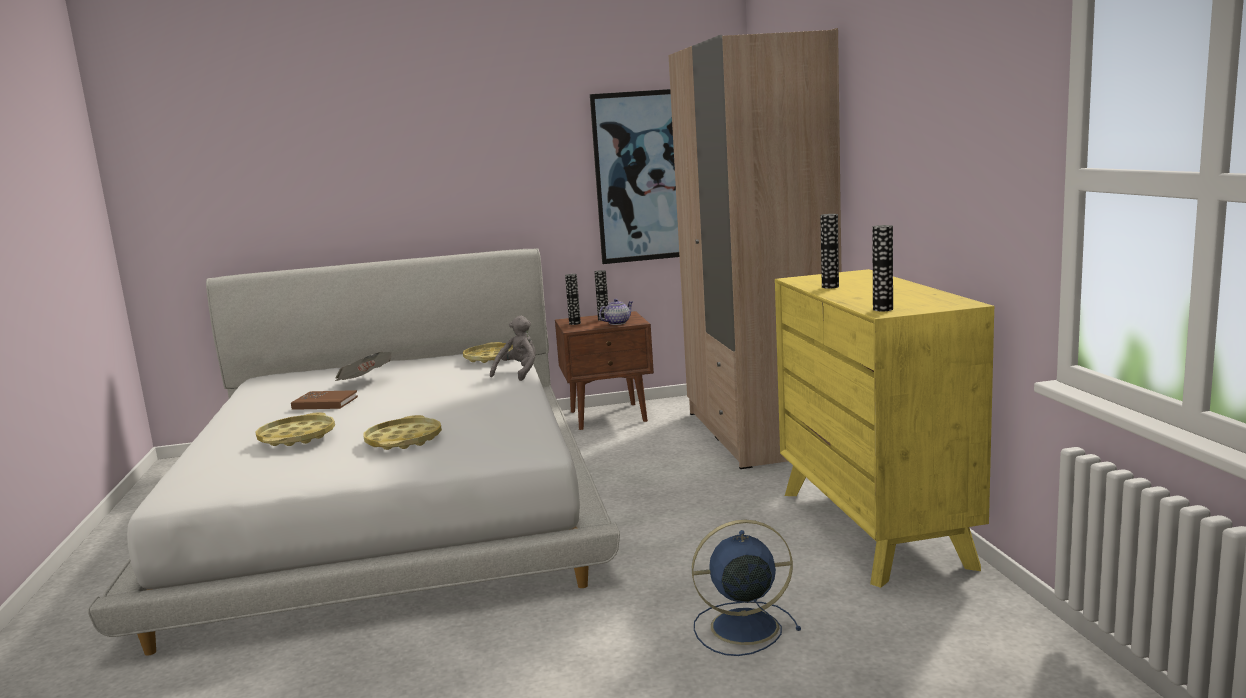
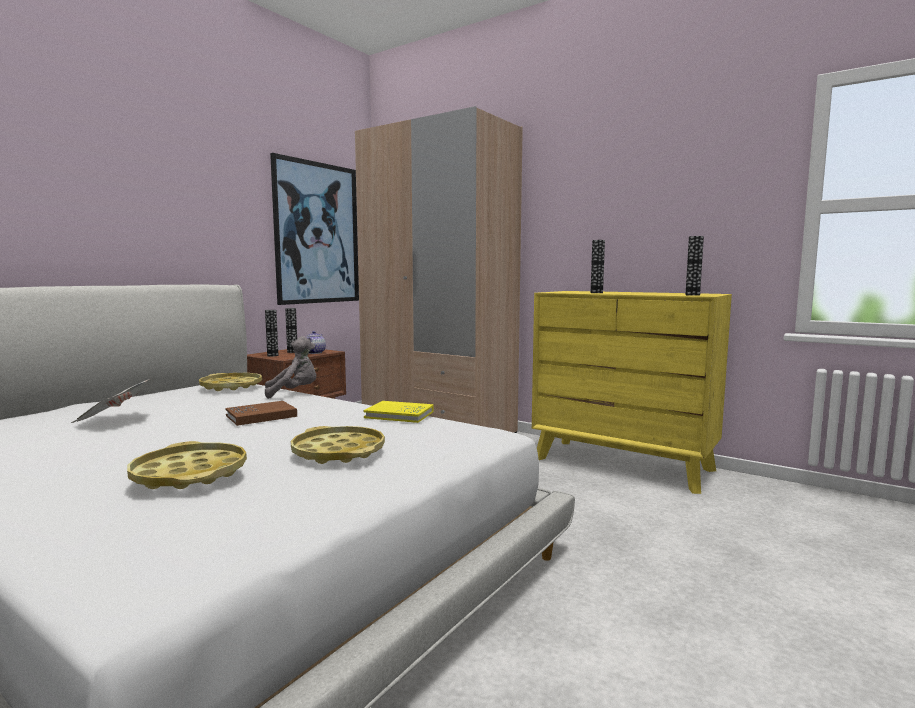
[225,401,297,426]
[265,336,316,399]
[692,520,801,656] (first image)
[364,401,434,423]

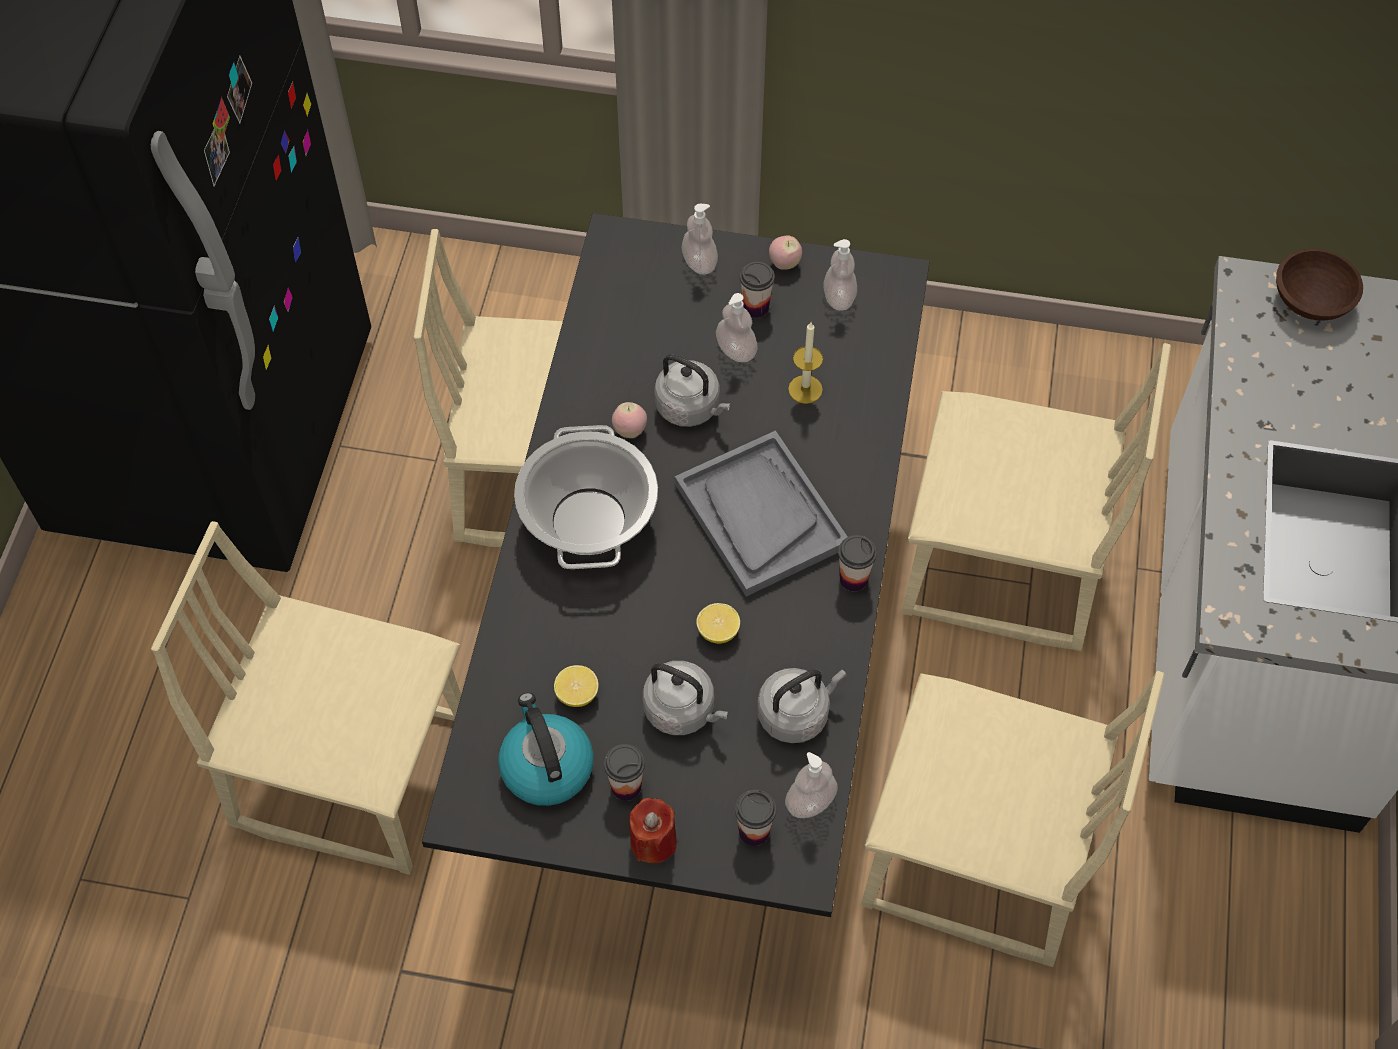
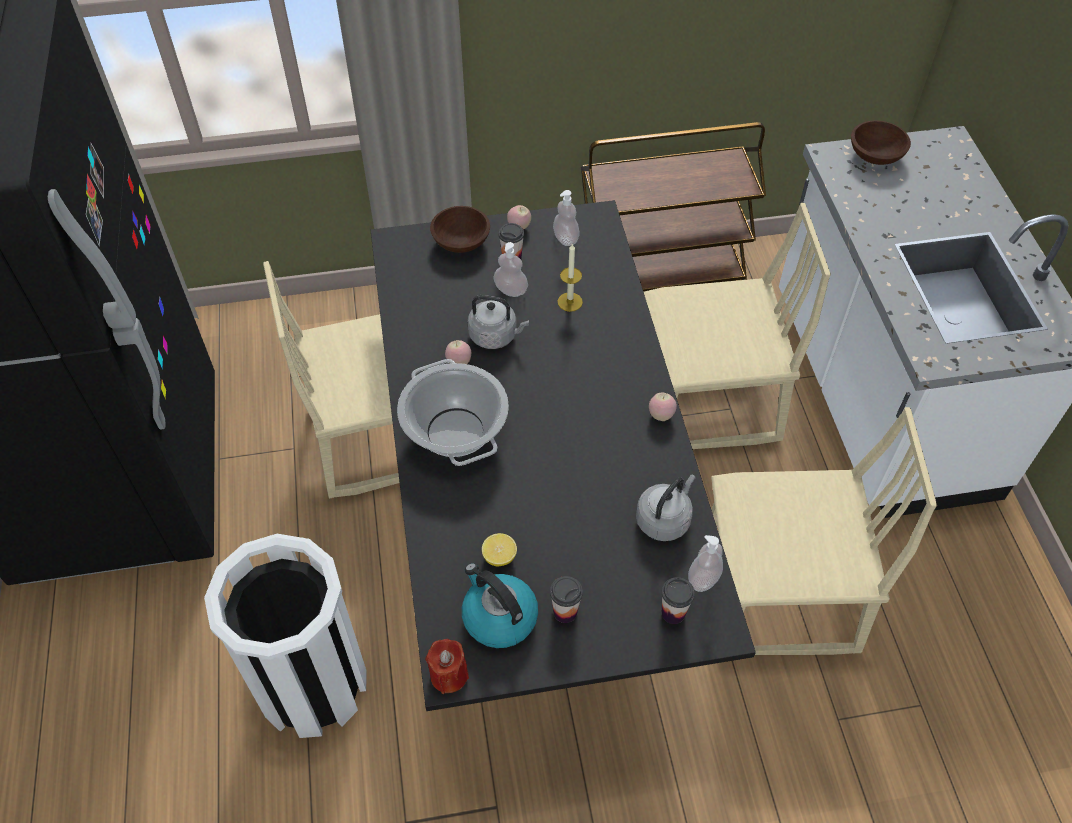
[204,534,367,738]
[425,639,469,694]
[643,661,728,735] (first image)
[675,430,847,597] (first image)
[430,206,490,253]
[696,603,740,644] (first image)
[649,393,677,421]
[581,122,766,292]

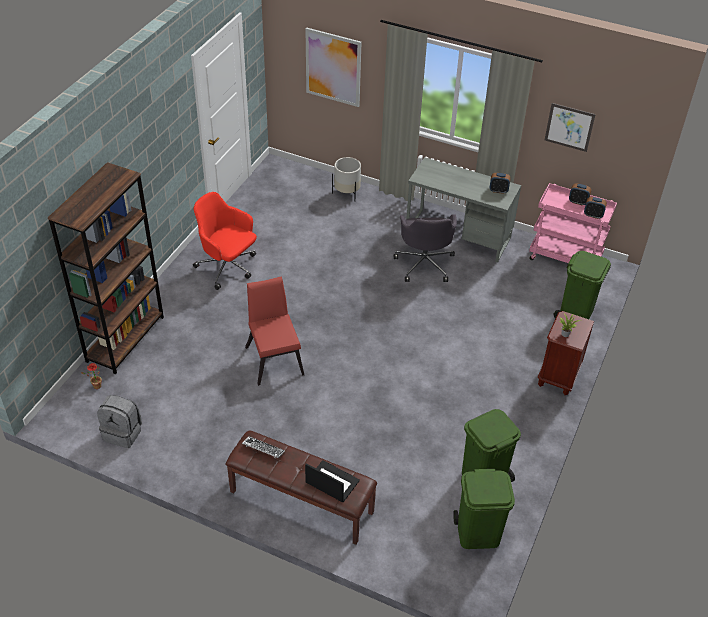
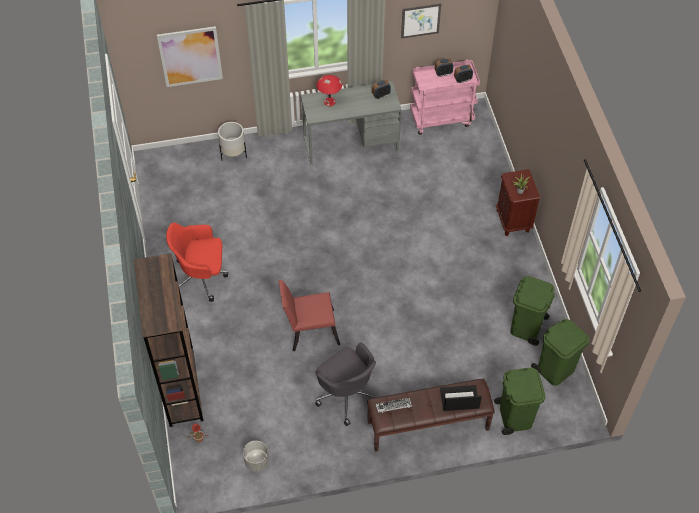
[243,441,269,471]
[278,280,340,351]
[315,343,377,426]
[494,368,546,435]
[316,75,342,106]

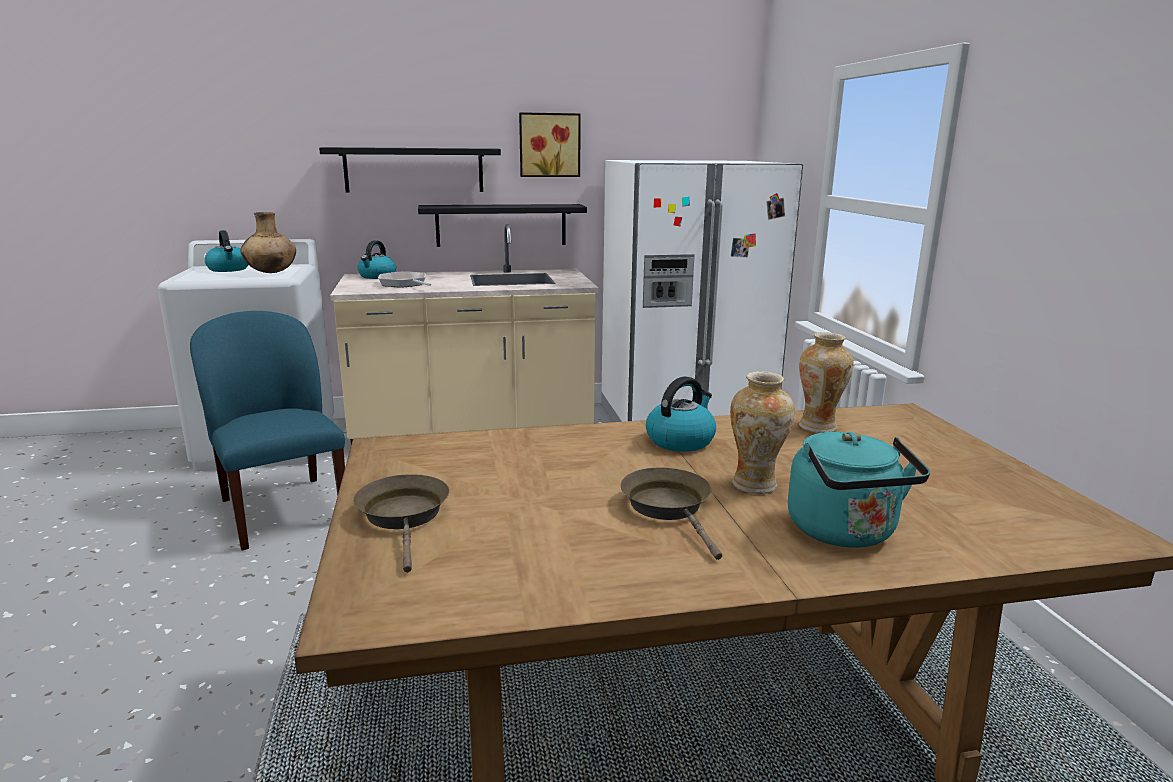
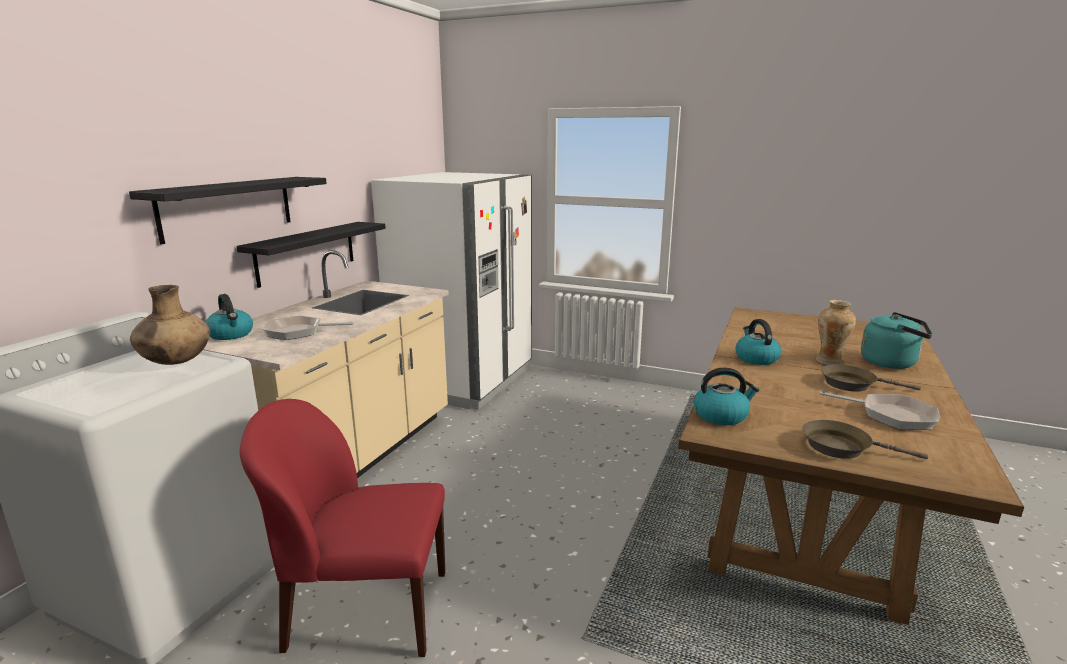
[240,399,445,657]
[694,367,759,425]
[519,112,581,177] (first image)
[799,332,853,433] (first image)
[820,392,940,430]

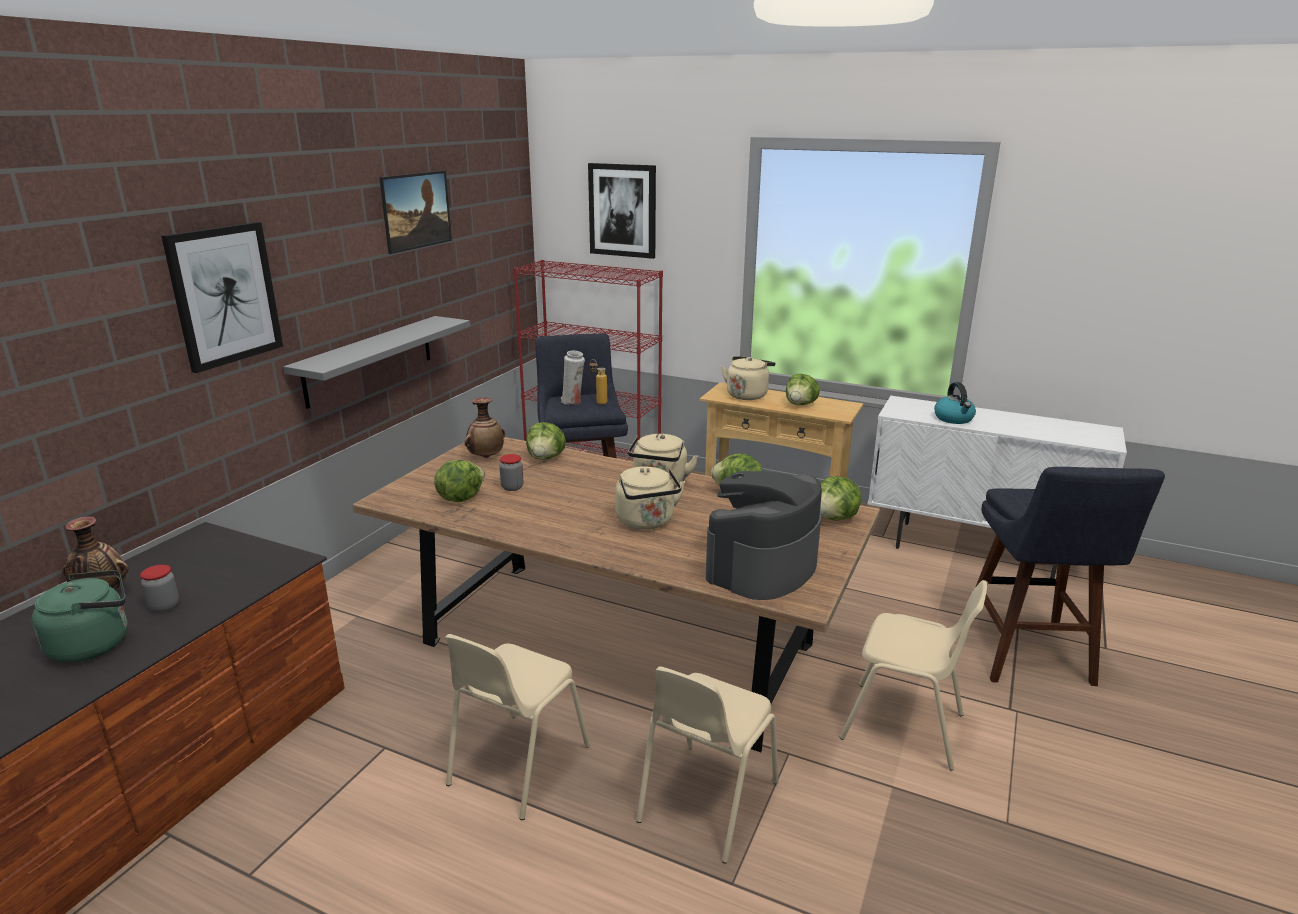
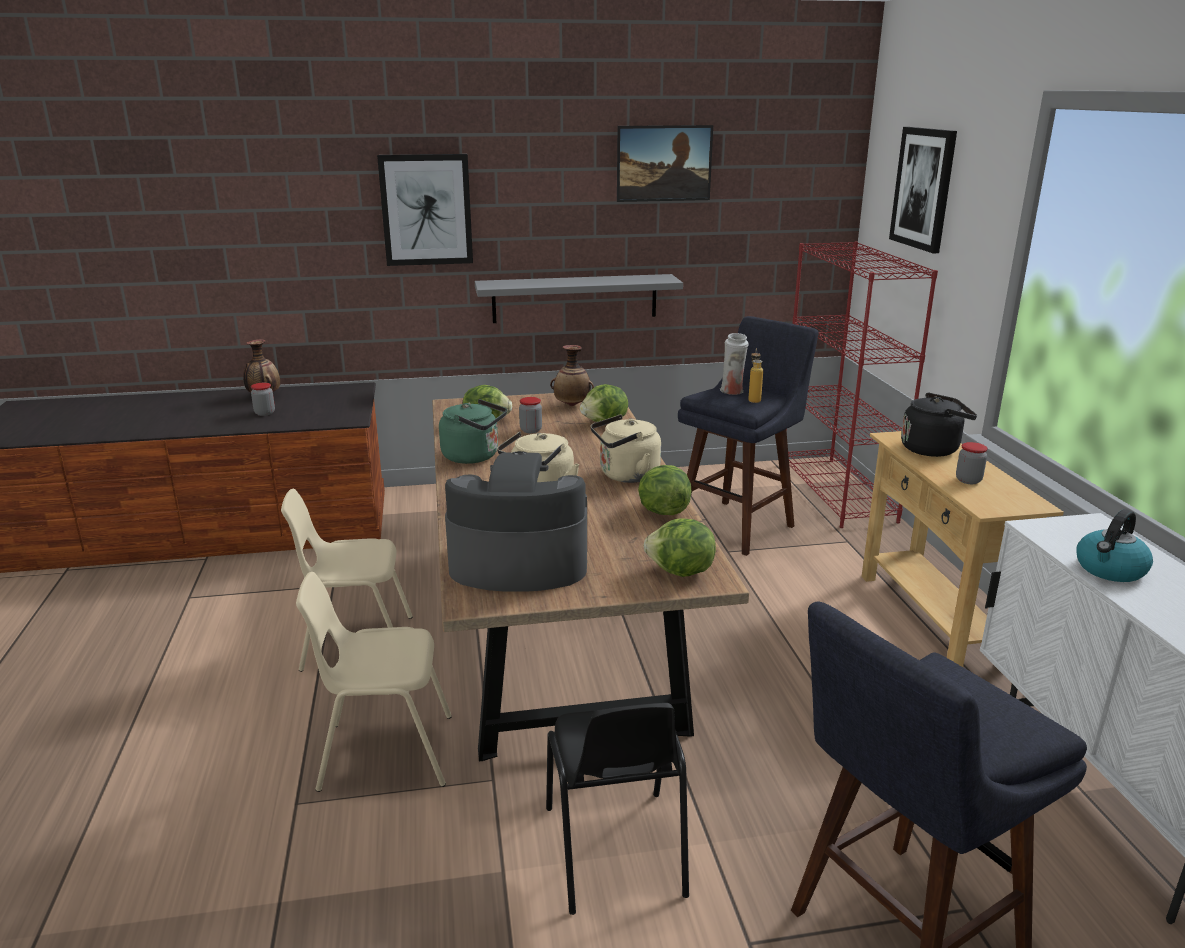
[439,399,507,464]
[901,393,977,457]
[956,442,988,484]
[546,703,689,915]

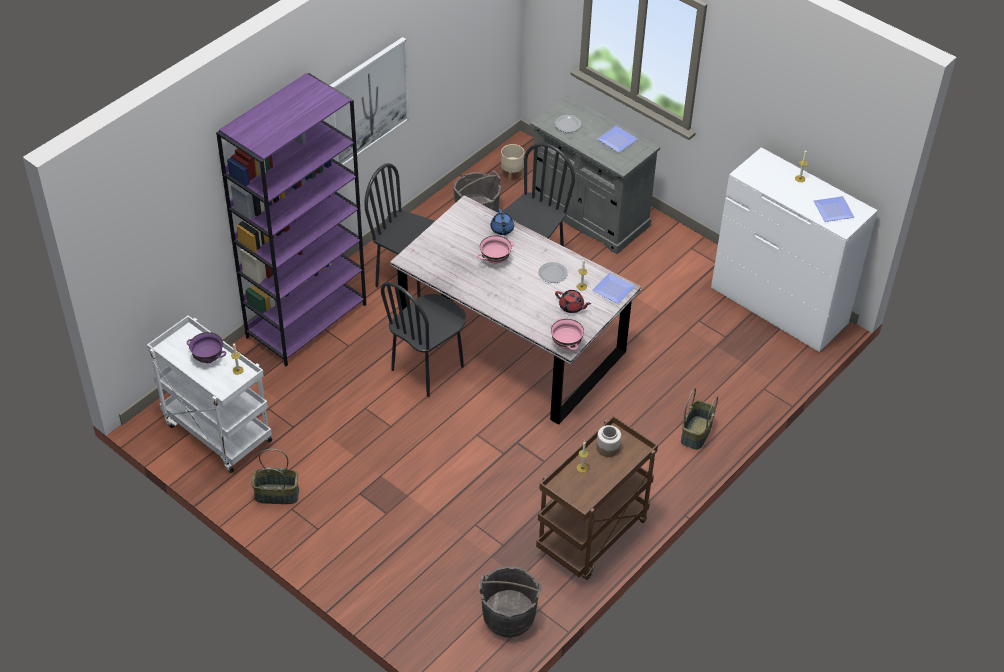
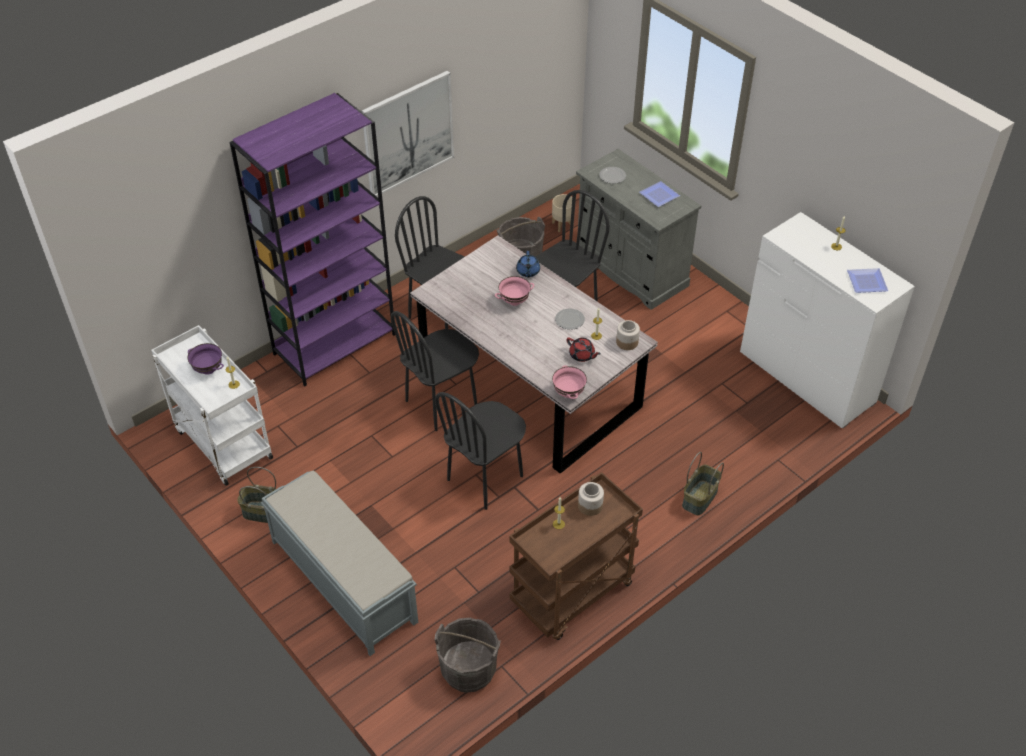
[616,320,640,350]
[261,471,418,656]
[435,392,526,510]

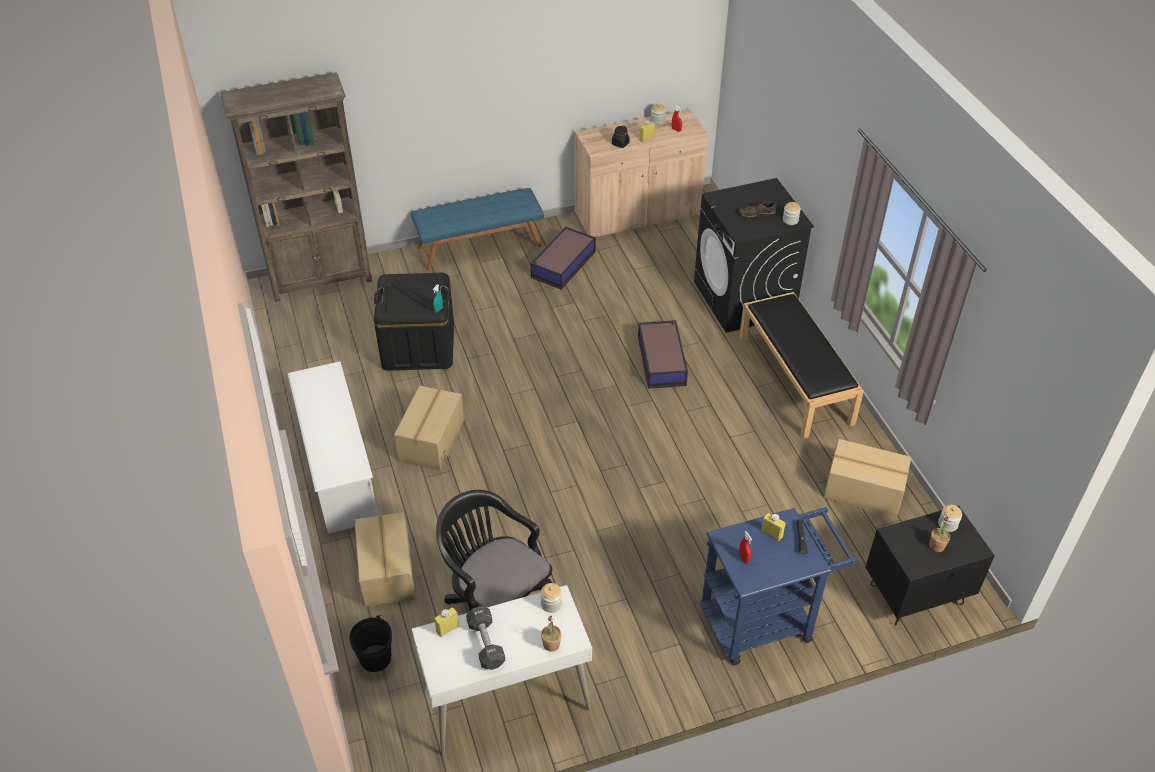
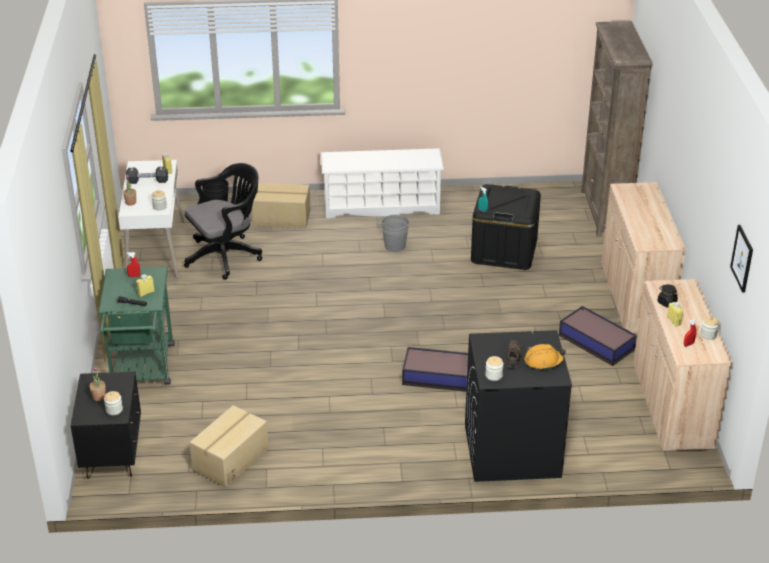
[381,215,409,252]
[601,182,686,333]
[98,267,174,385]
[739,292,864,439] (first image)
[524,344,566,371]
[730,225,753,293]

